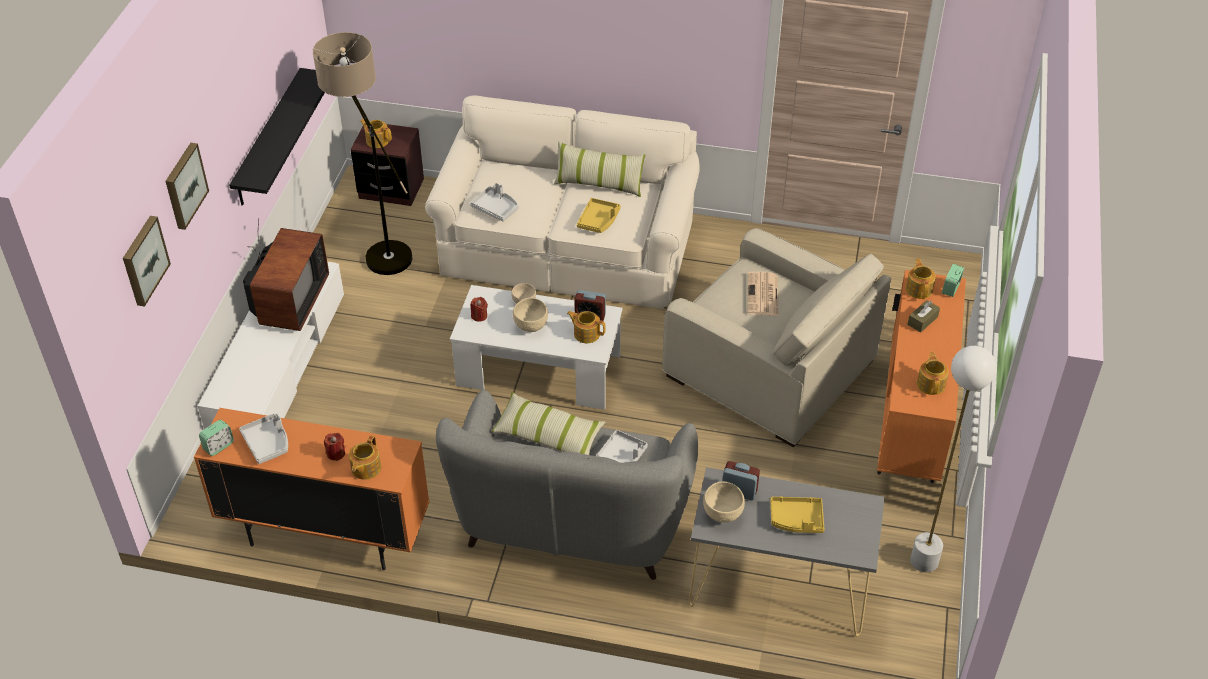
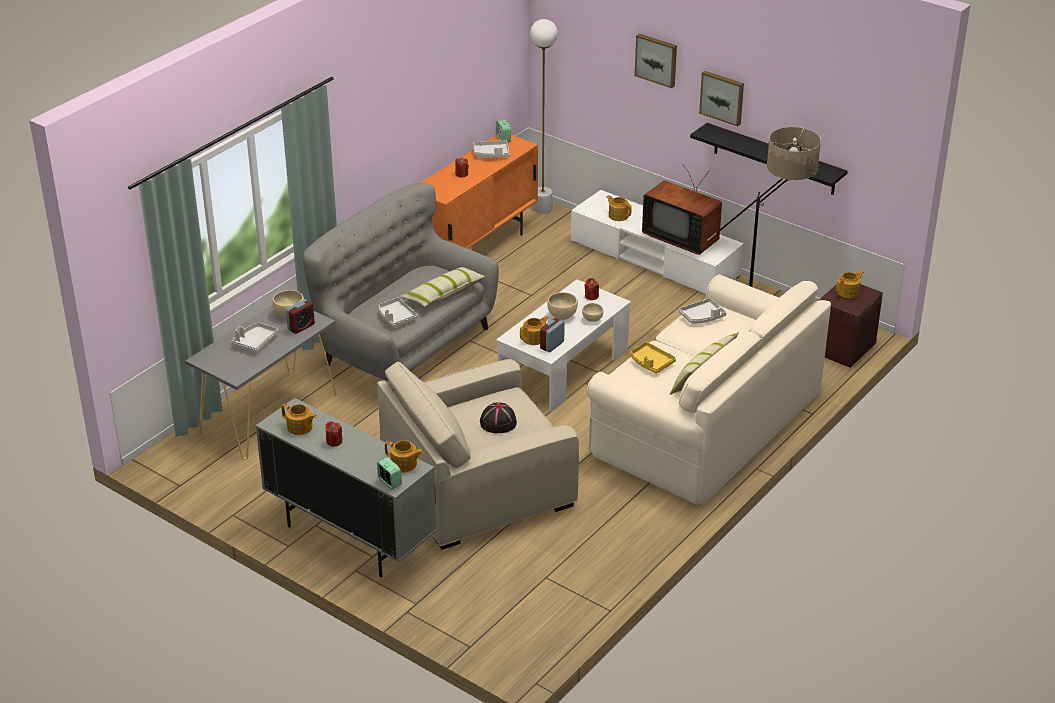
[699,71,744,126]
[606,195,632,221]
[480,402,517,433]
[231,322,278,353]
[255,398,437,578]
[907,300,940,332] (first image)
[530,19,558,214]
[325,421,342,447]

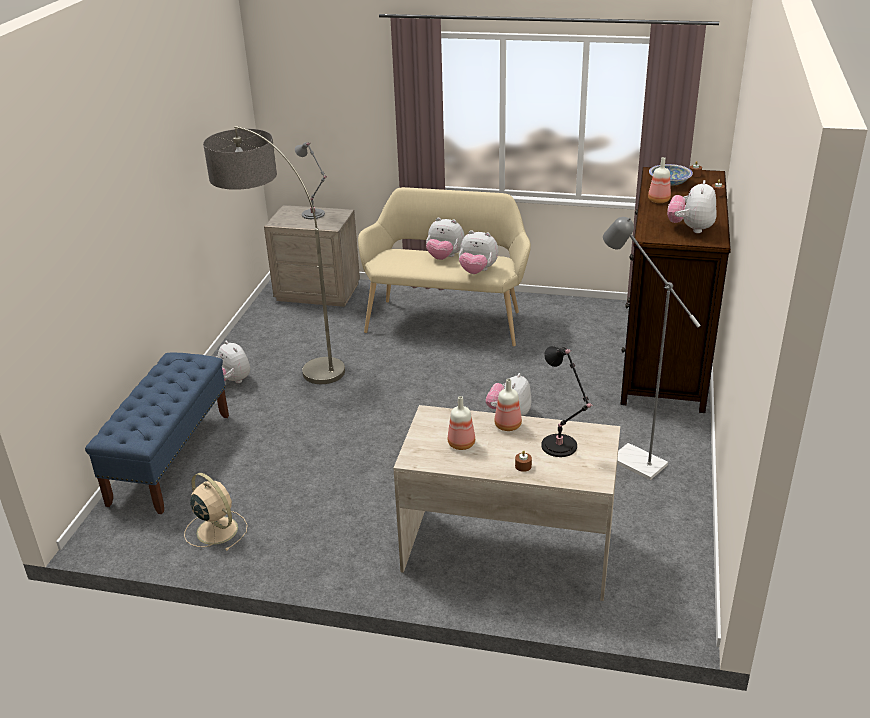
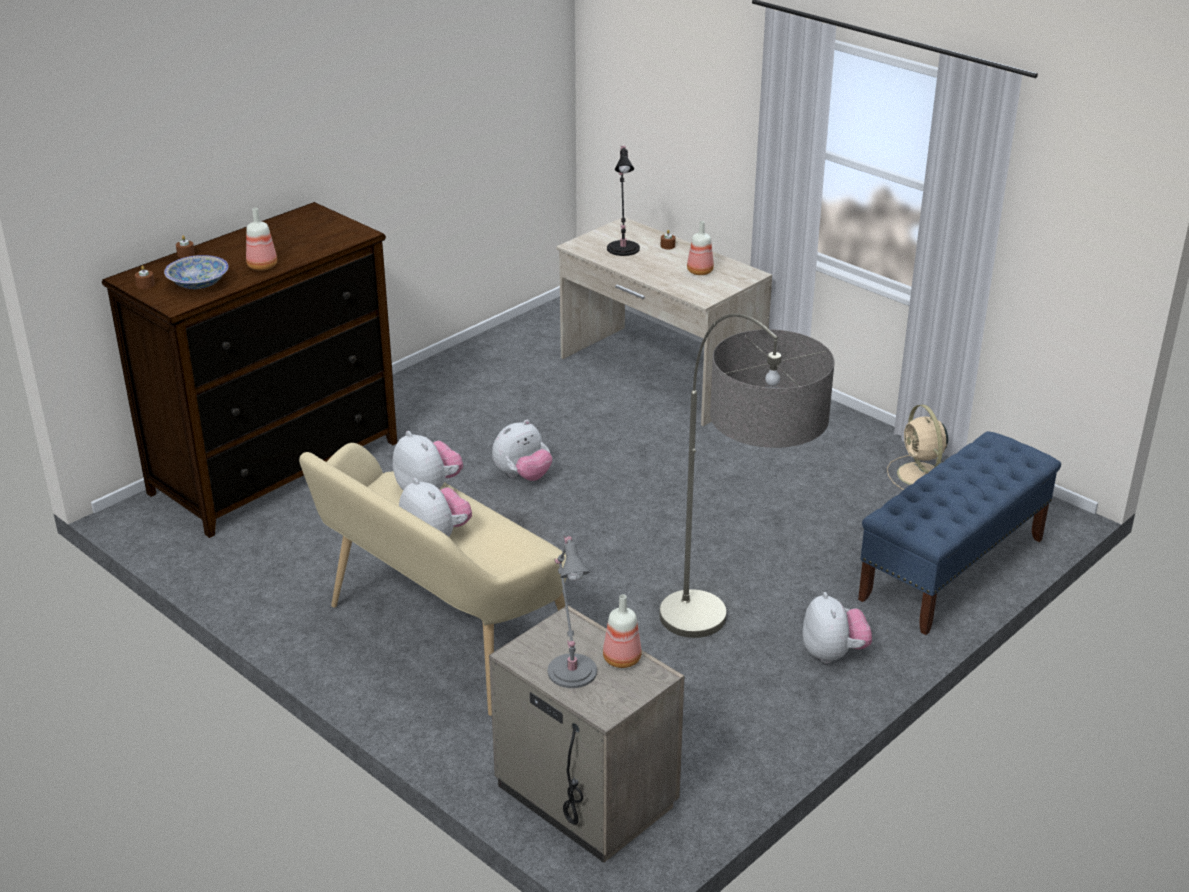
[603,595,642,668]
[603,217,701,480] (first image)
[667,180,717,233] (first image)

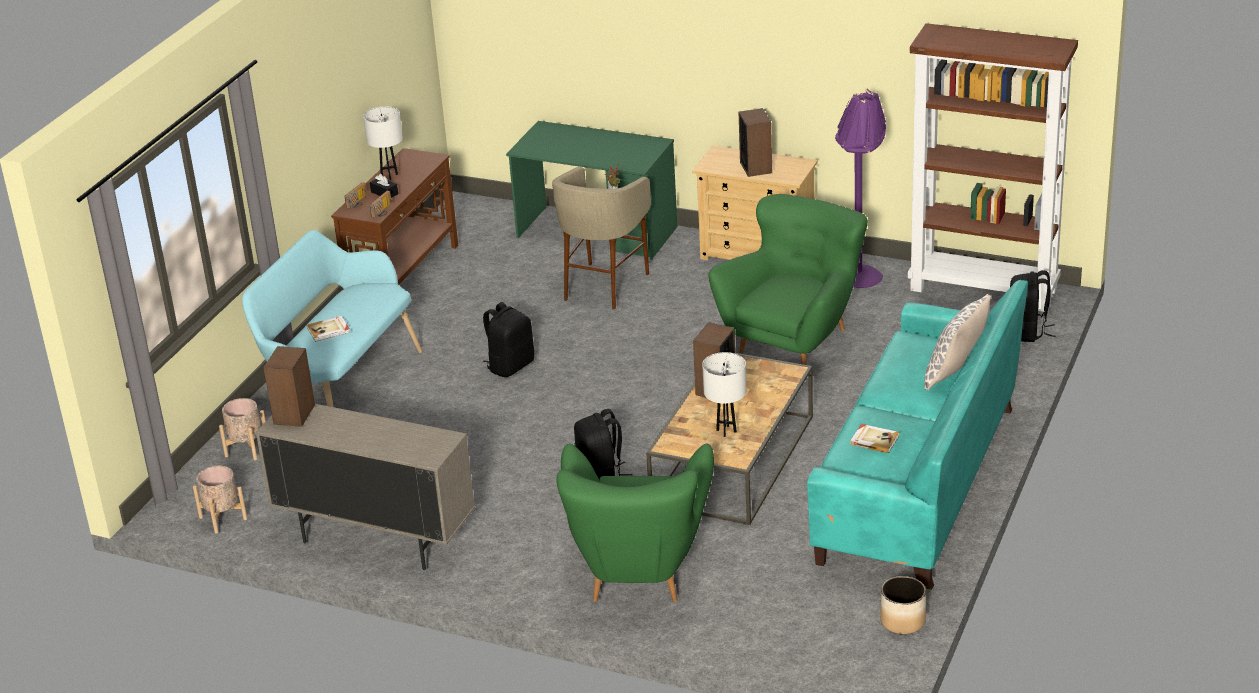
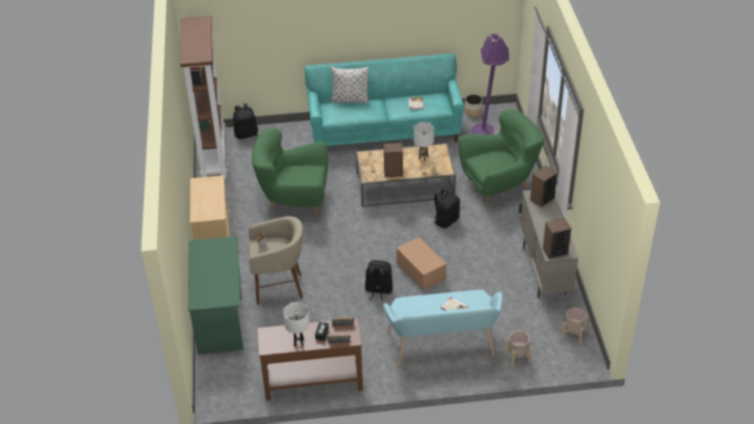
[530,166,557,207]
[471,34,509,135]
[396,237,446,291]

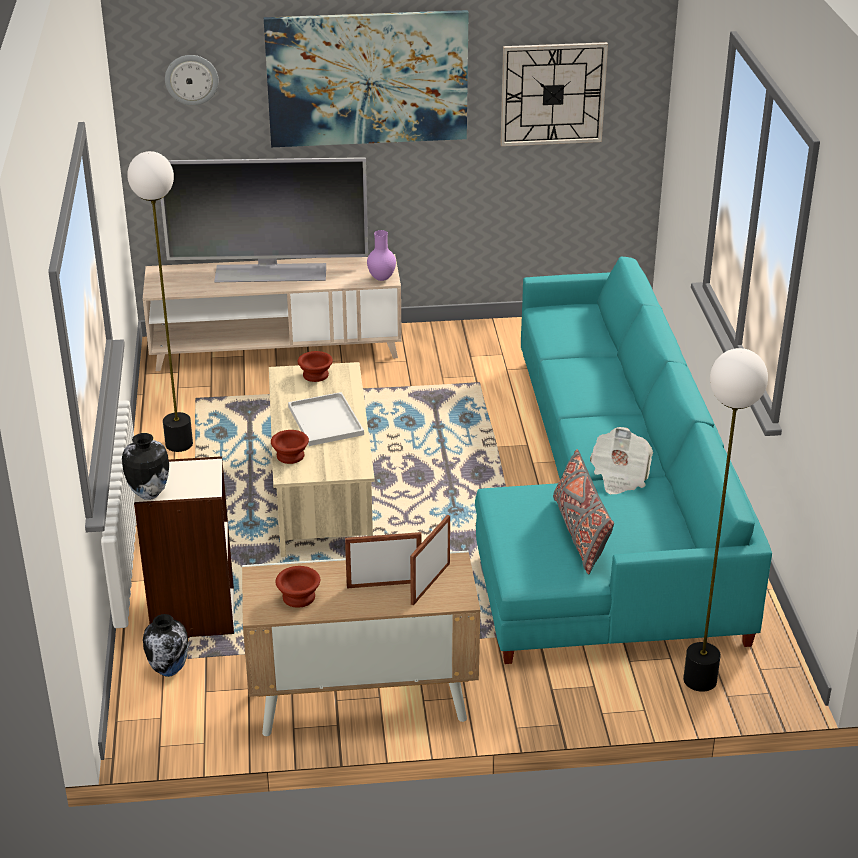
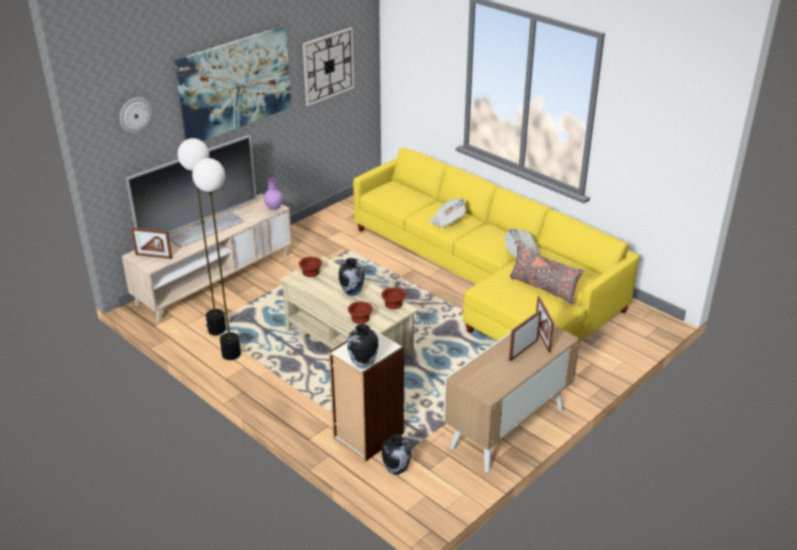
[382,287,406,309]
[339,258,365,296]
[353,148,640,341]
[178,138,226,336]
[131,227,172,259]
[429,198,466,228]

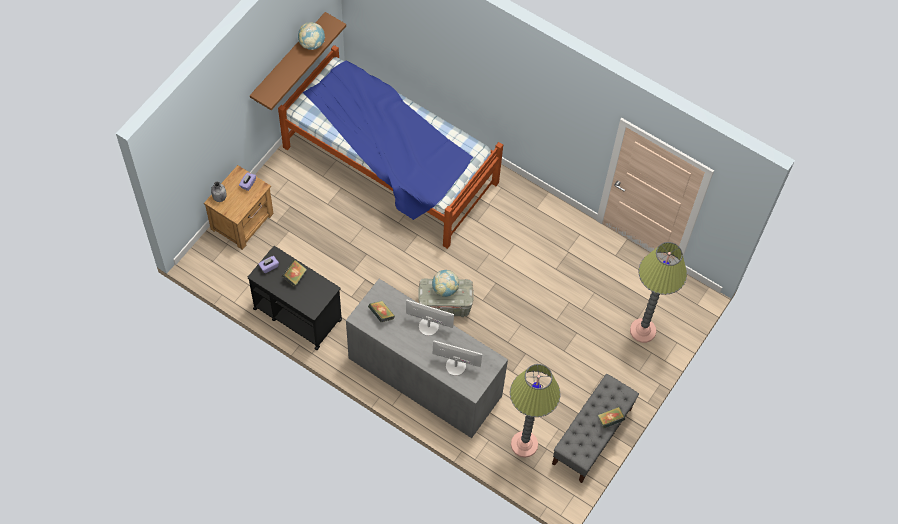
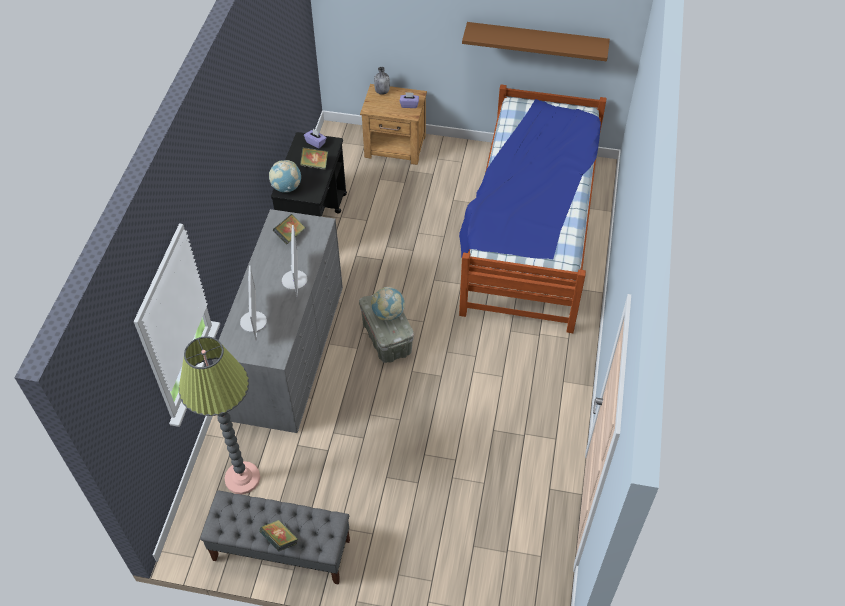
[269,160,301,193]
[630,242,687,343] (first image)

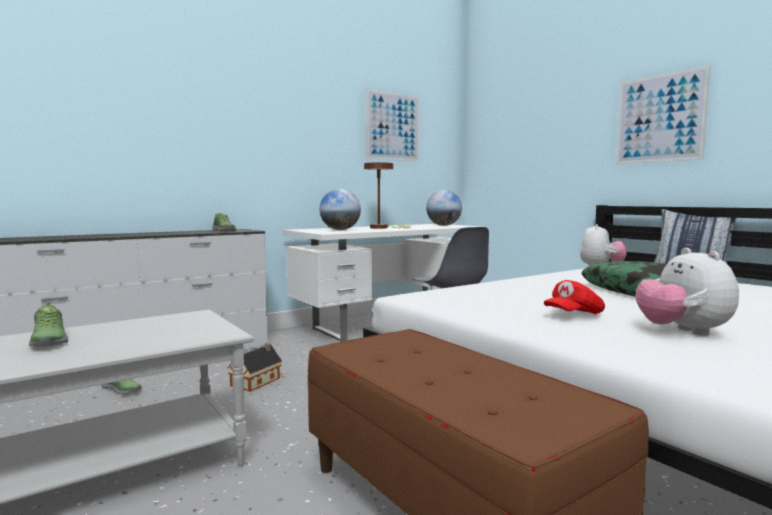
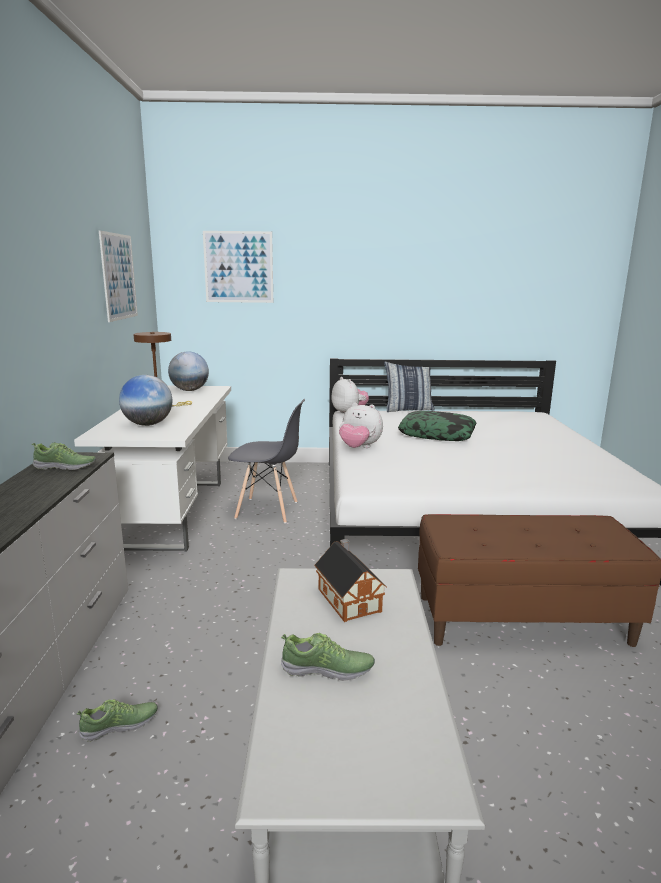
[315,539,387,622]
[544,280,605,315] (first image)
[203,231,273,303]
[339,403,383,448]

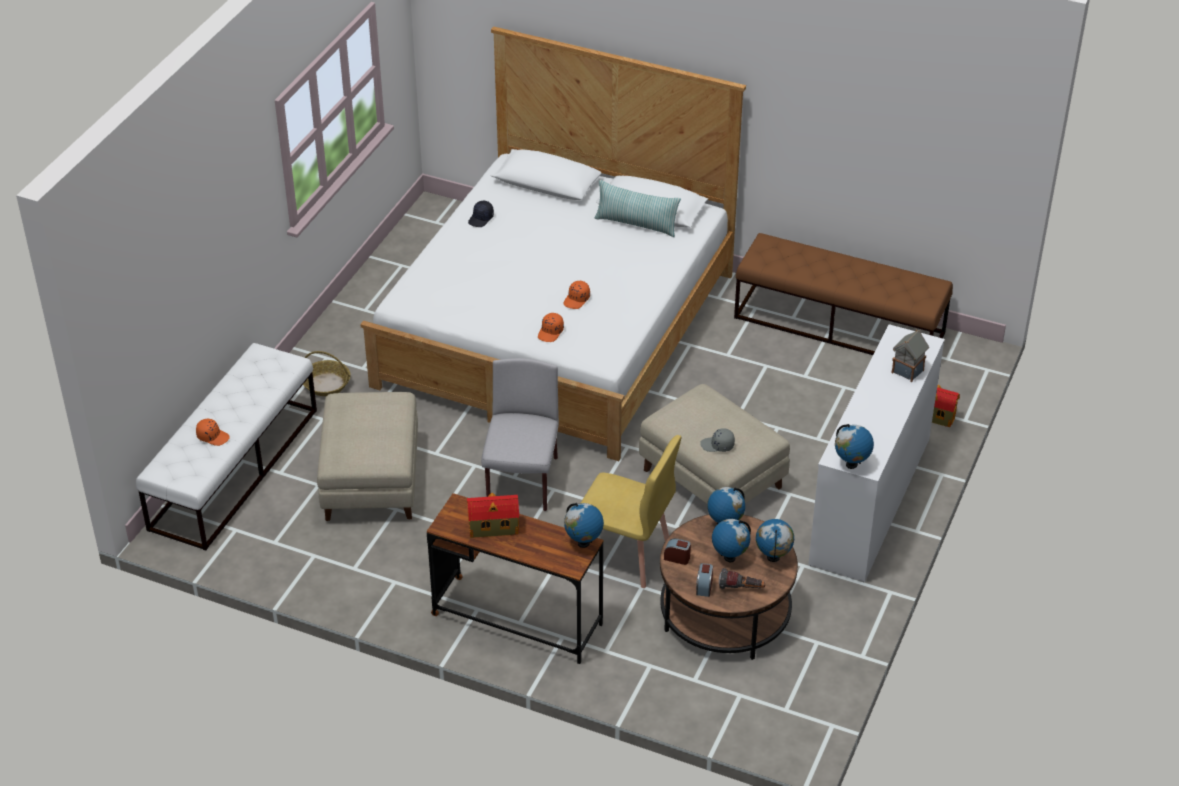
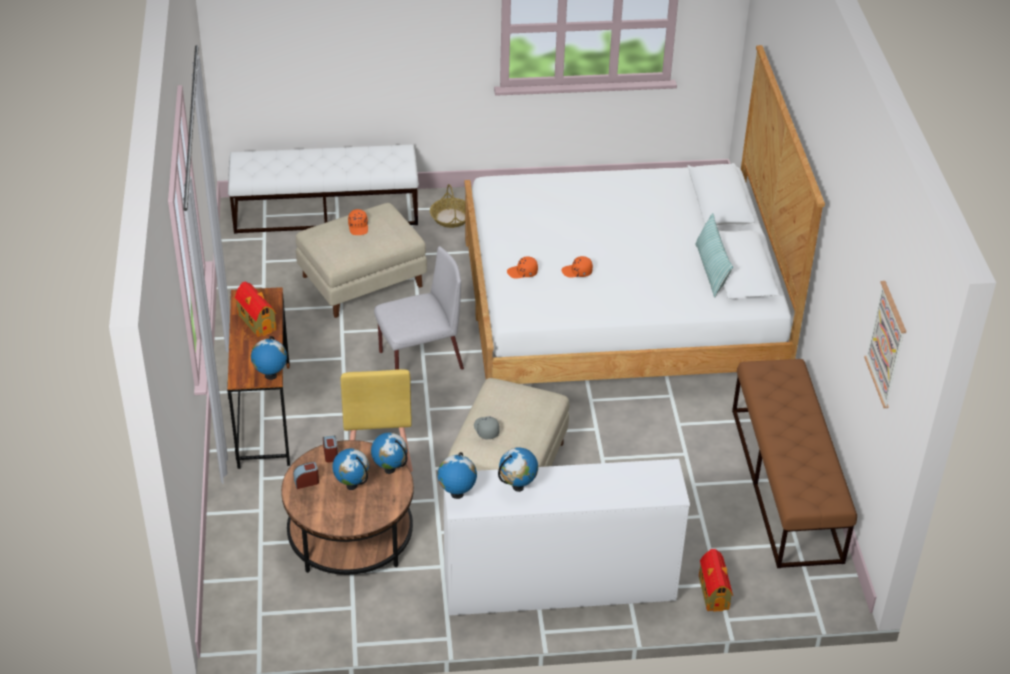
[348,209,368,235]
[468,201,494,227] (first image)
[719,568,765,589] (first image)
[498,447,538,492]
[891,329,929,382] (first image)
[864,281,906,408]

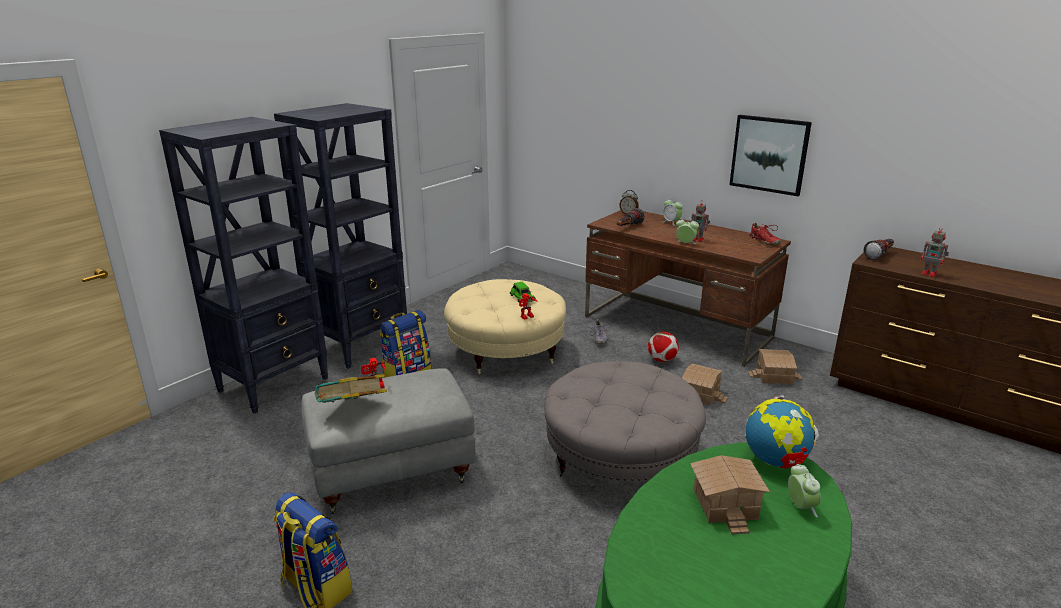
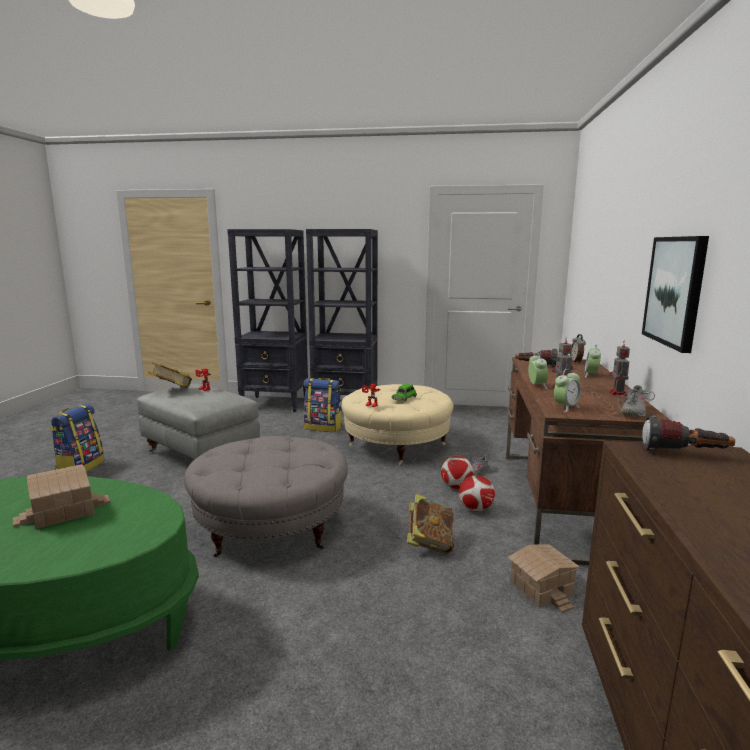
[407,494,454,554]
[745,395,819,468] (first image)
[617,385,655,417]
[554,369,581,412]
[609,340,630,396]
[441,456,474,489]

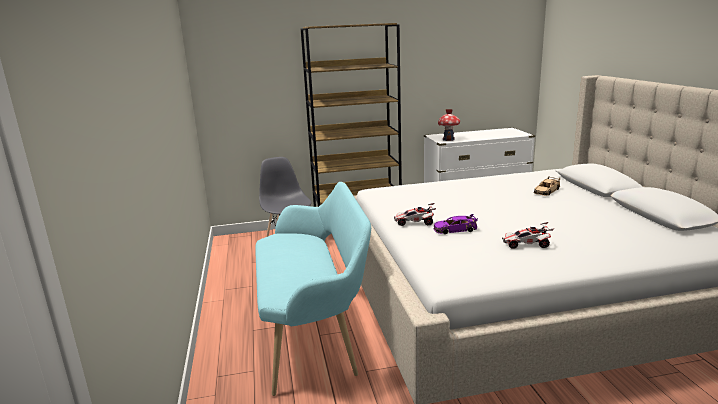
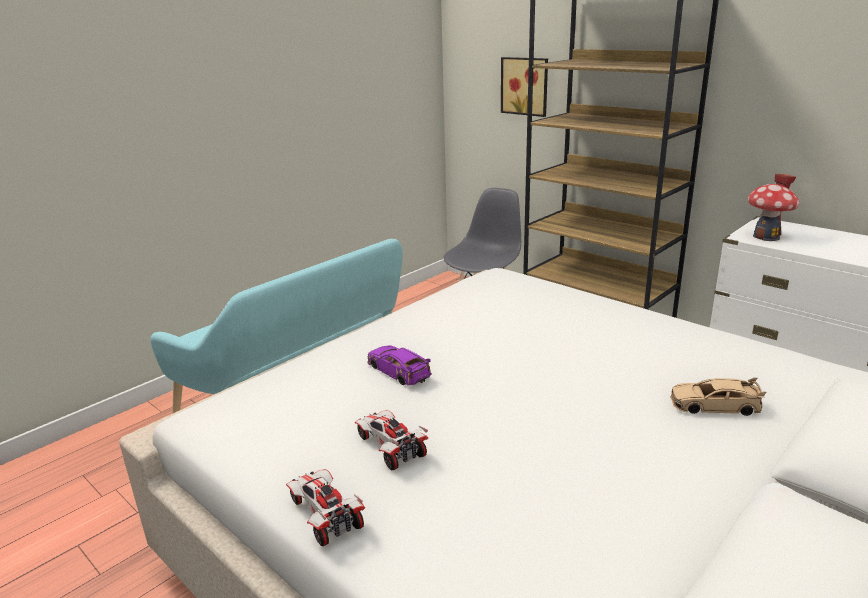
[286,469,365,546]
[501,57,548,117]

